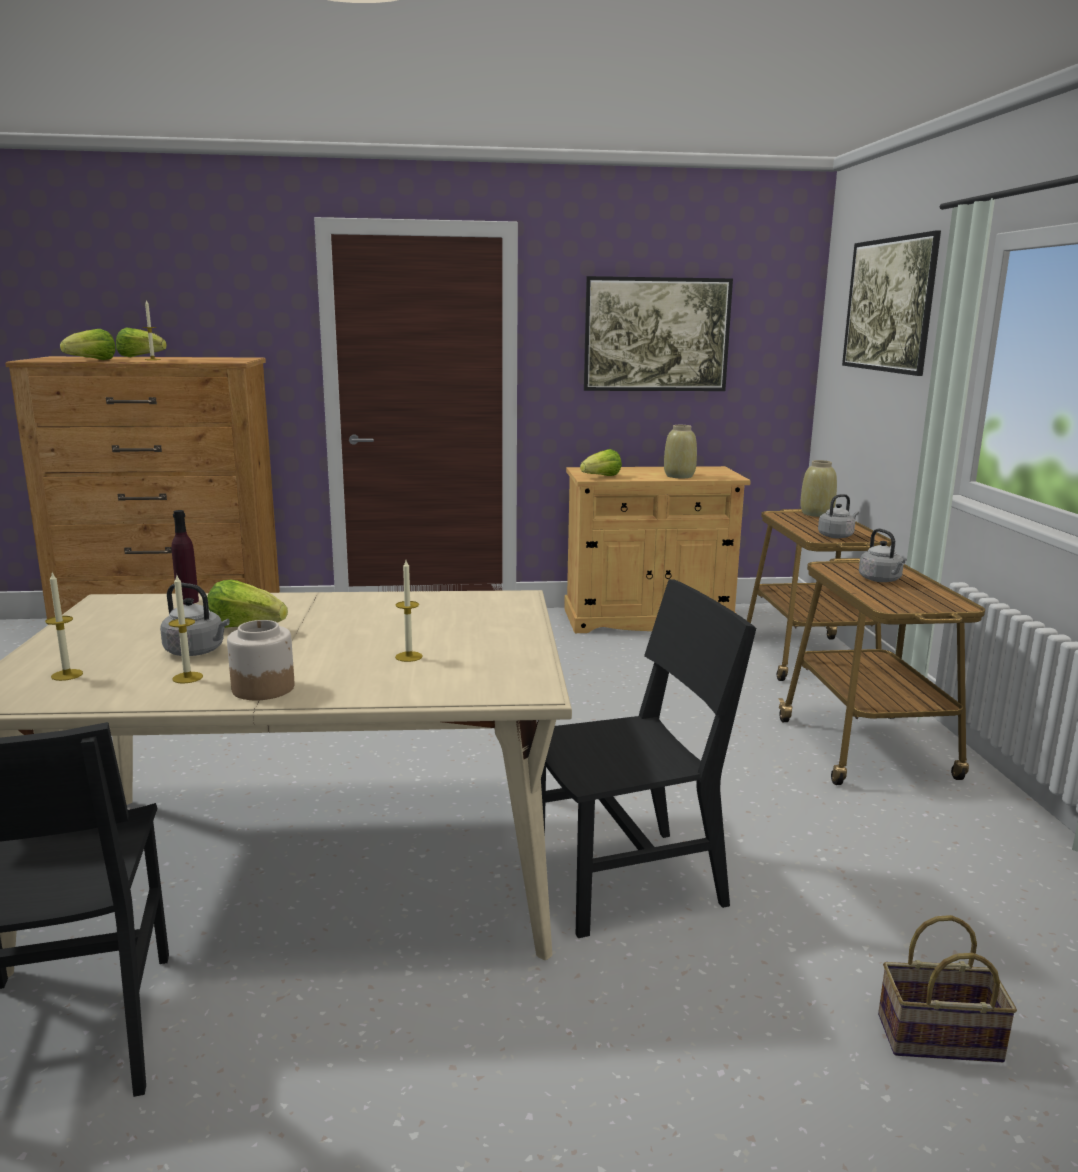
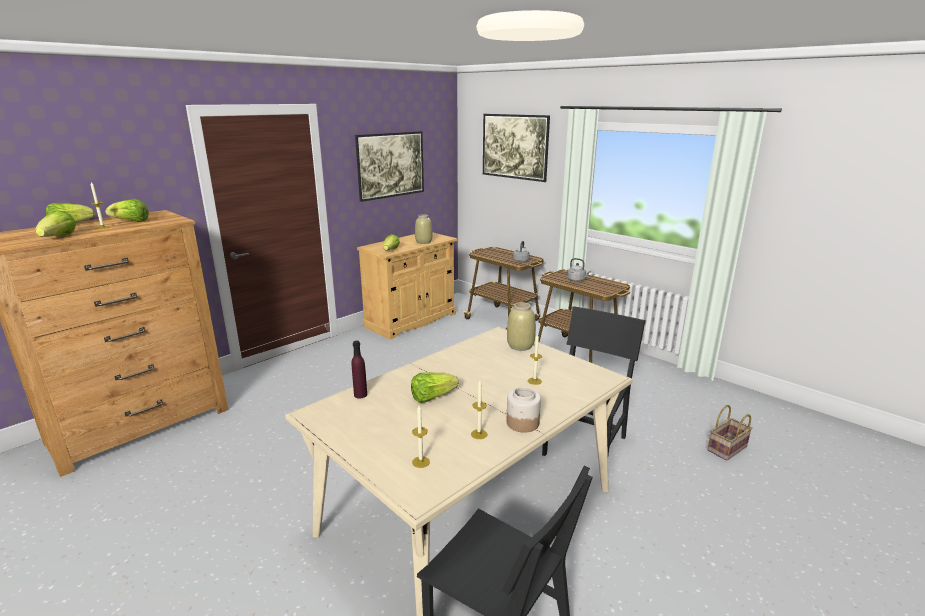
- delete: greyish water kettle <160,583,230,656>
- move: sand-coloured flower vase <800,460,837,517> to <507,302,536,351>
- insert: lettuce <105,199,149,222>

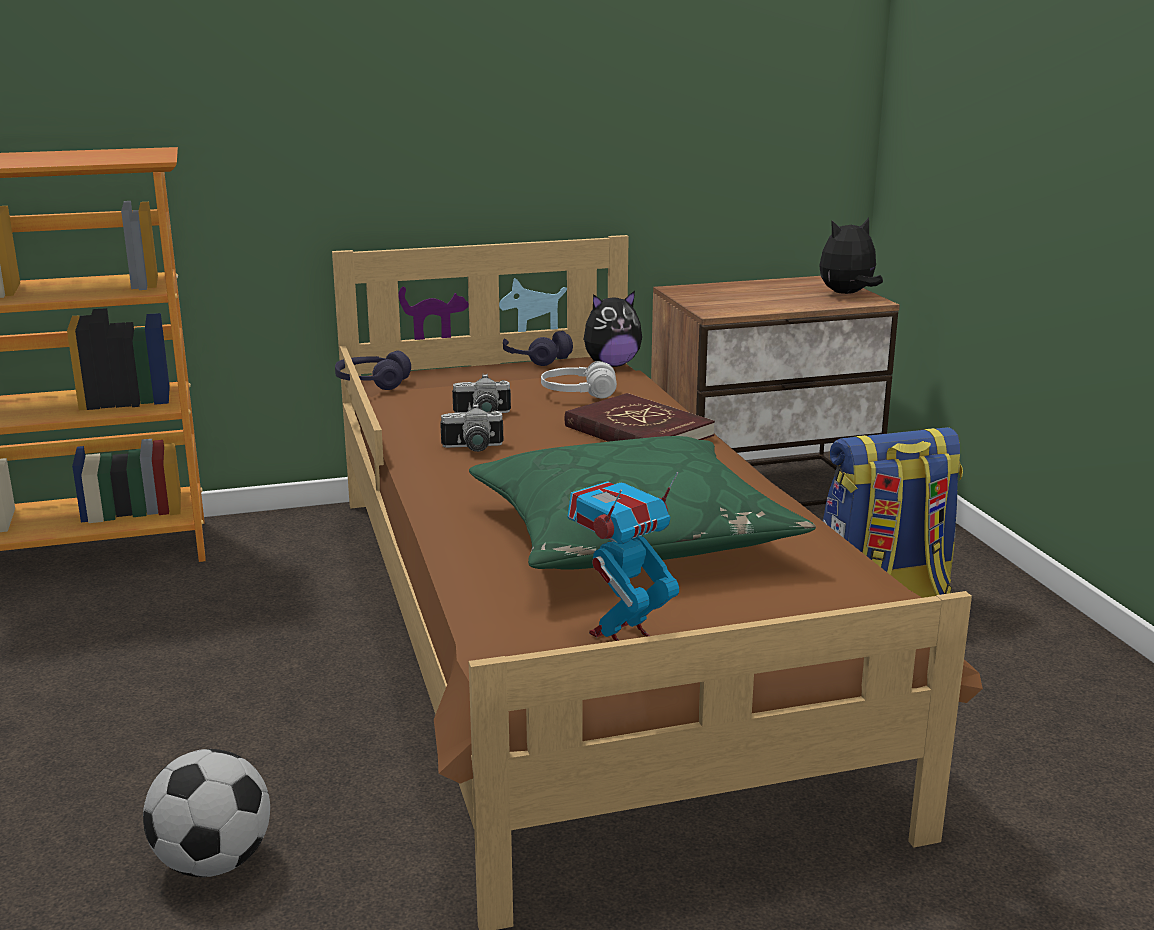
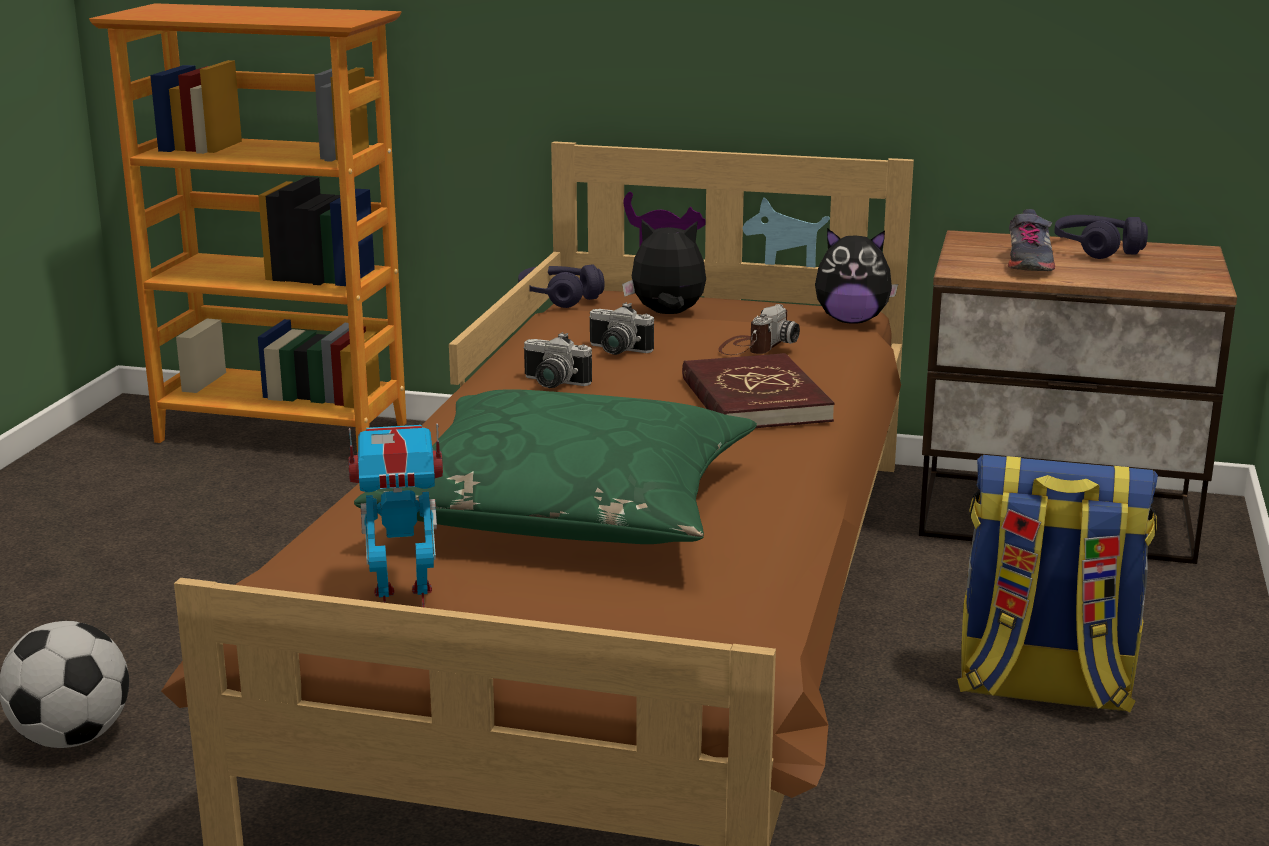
- move: purple headset <503,331,573,366> to <1054,215,1148,259>
- replace: white headset <541,361,617,398> to still camera <718,304,800,355>
- move: soft toy <819,218,883,294> to <622,219,706,314>
- insert: greyish shoe <1008,209,1055,271>

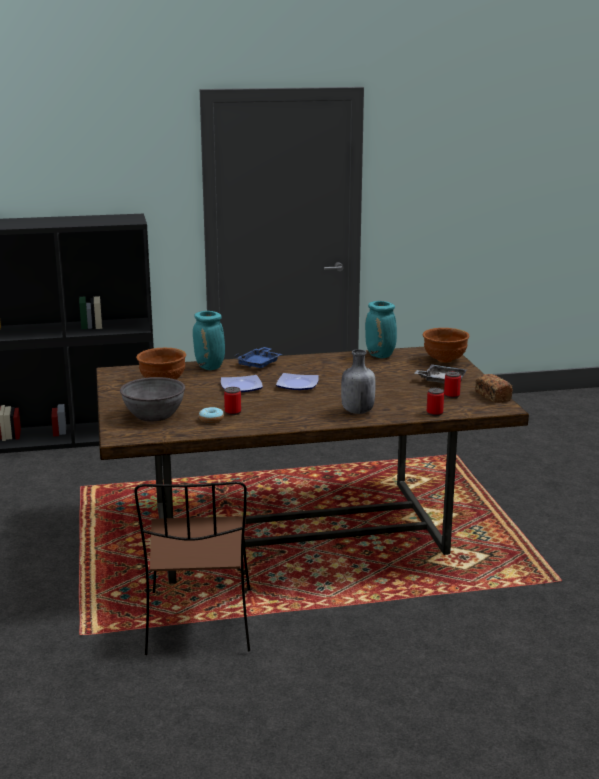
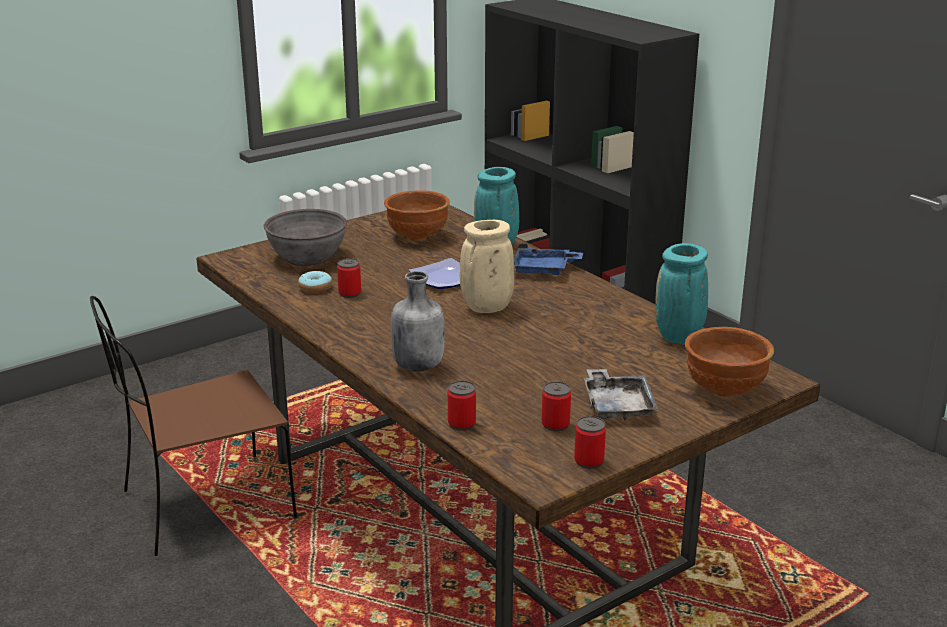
- replace: flat dish <276,373,319,390> to sand-coloured flower vase <460,220,514,313>
- replace: baked bread <475,374,513,403> to sealed can <574,416,606,469>

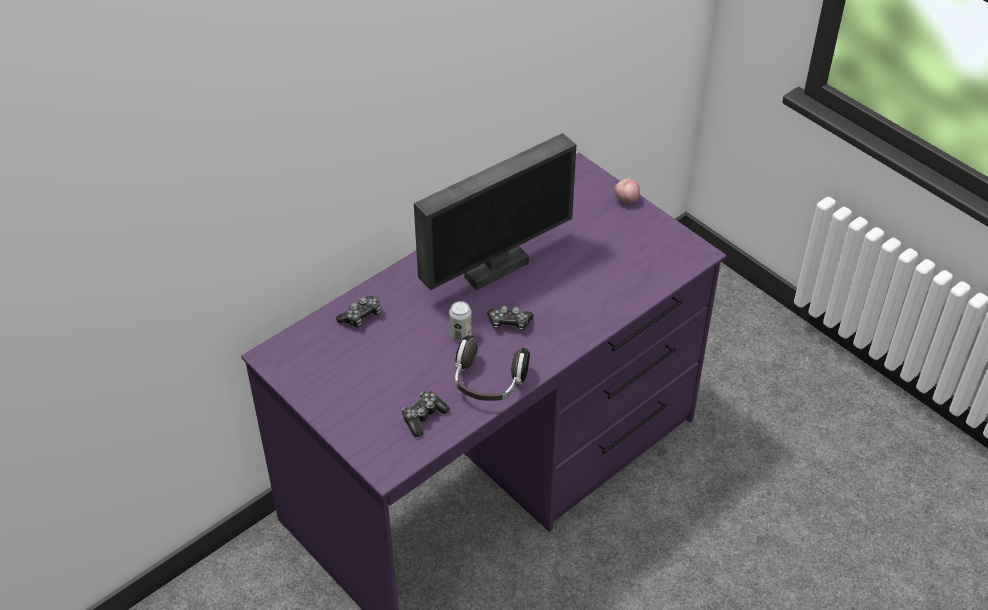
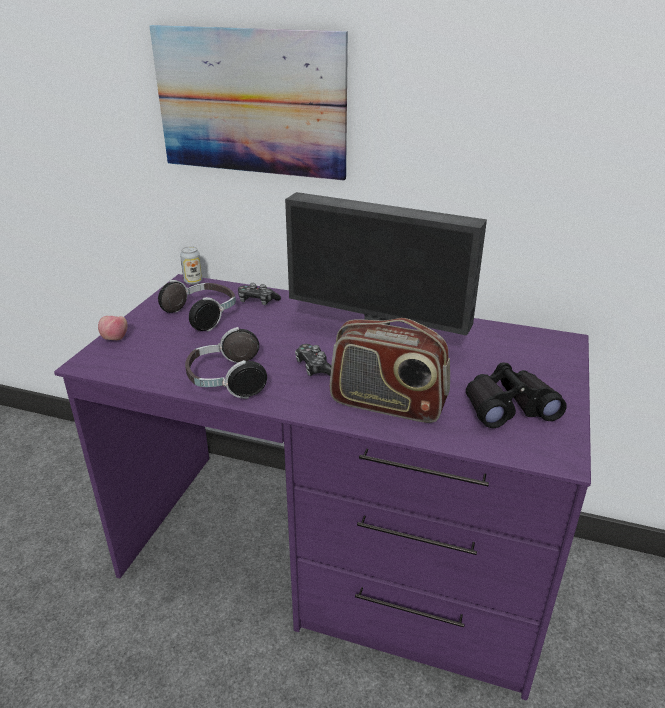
- delete: game controller <402,392,450,437>
- move: sealed can <449,301,472,342> to <180,246,203,285>
- move: apple <614,179,640,204> to <98,316,128,340>
- insert: wall art <149,25,348,180>
- insert: headset <158,280,236,331>
- insert: radio set <330,318,450,423>
- insert: black pair of binoculars <466,362,567,428>

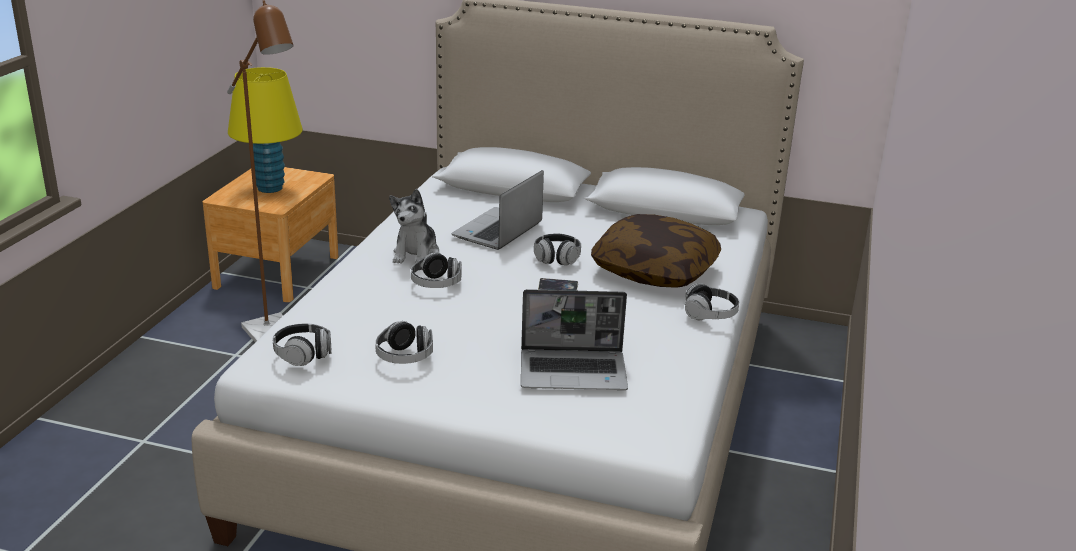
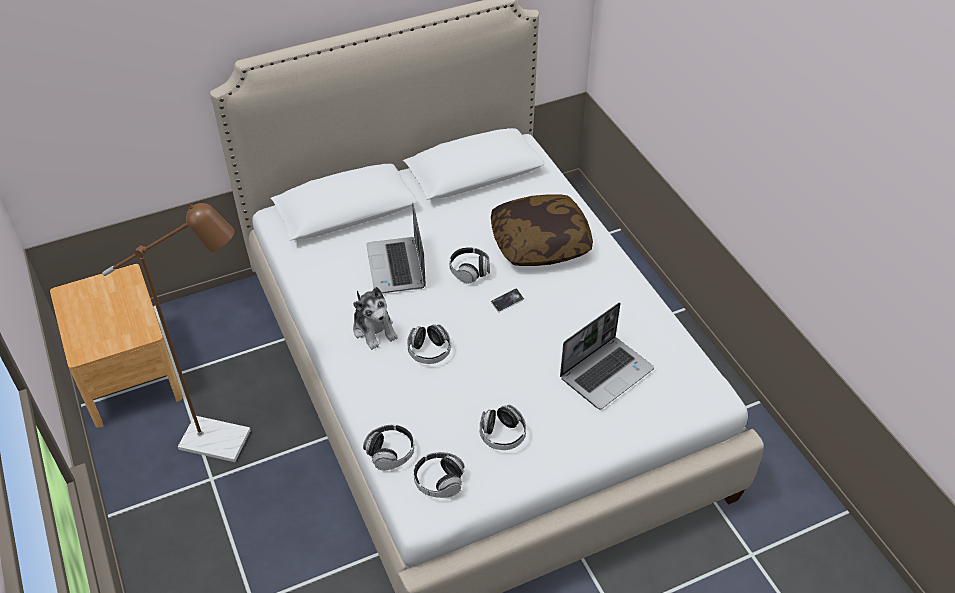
- delete: yellowish lamp for a table <228,67,303,193>
- move: headset <684,283,739,320> to <363,424,414,471>

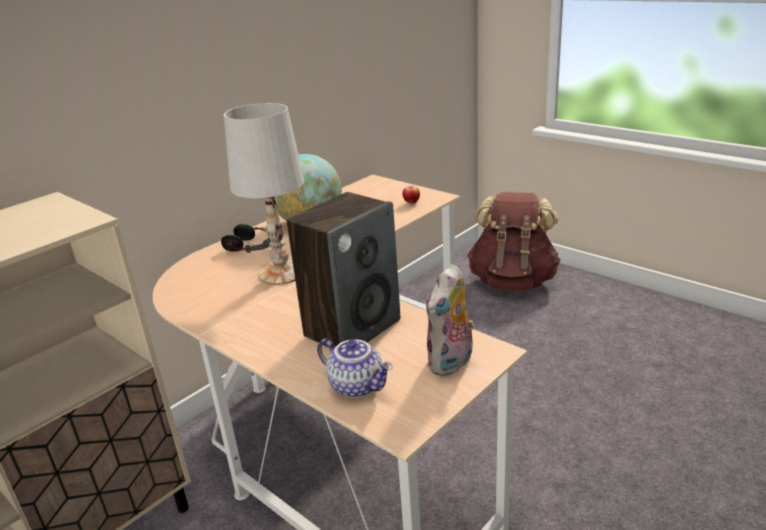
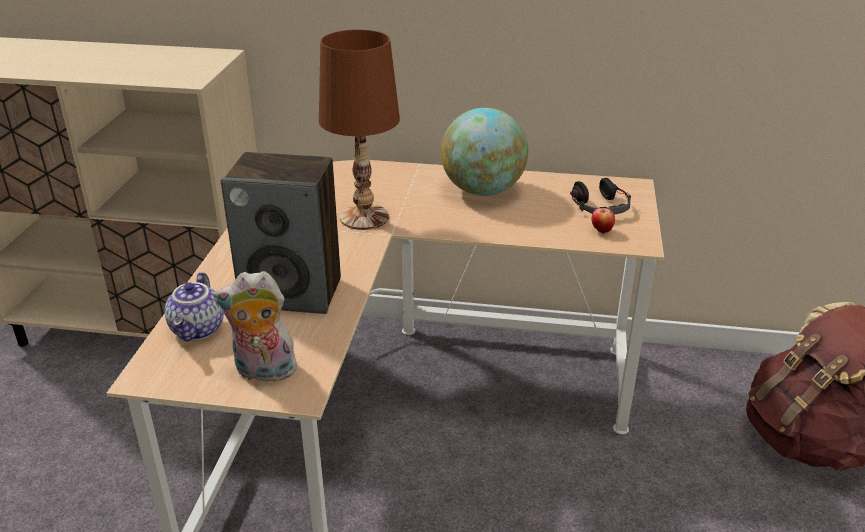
- move: headset <221,224,271,253> to <570,178,631,215>
- recolor: white lamp for a table <224,103,304,285> to brown lamp for a table <319,29,400,230>

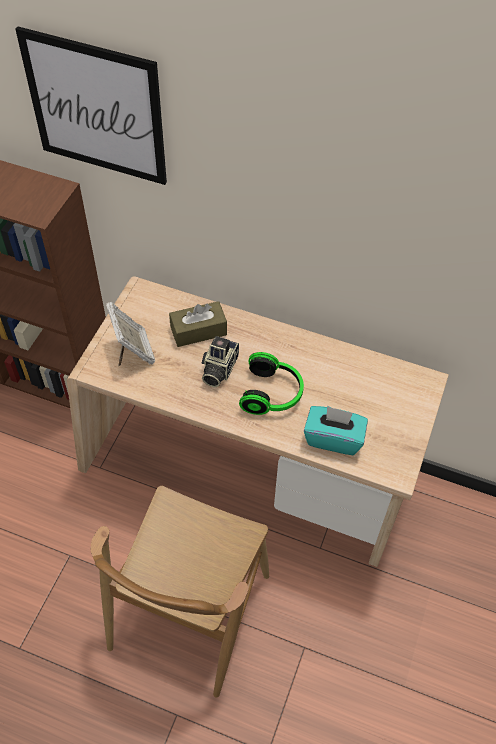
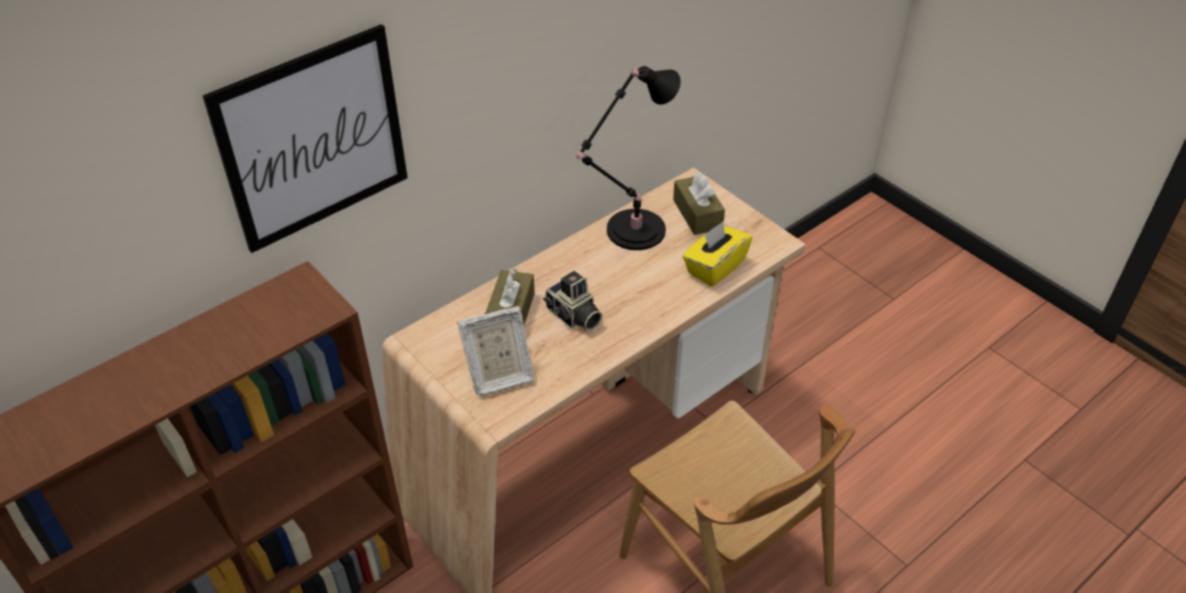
- rotate: photo frame <106,302,155,366> = <457,306,534,396> 150 degrees clockwise
- delete: headset <239,352,304,415>
- recolor: blue-green box of tissues <304,406,368,455> to yellowish box of tissues <682,222,752,287>
- insert: black lamp for a table <576,66,681,250>
- insert: brown box of tissues <673,172,725,235>

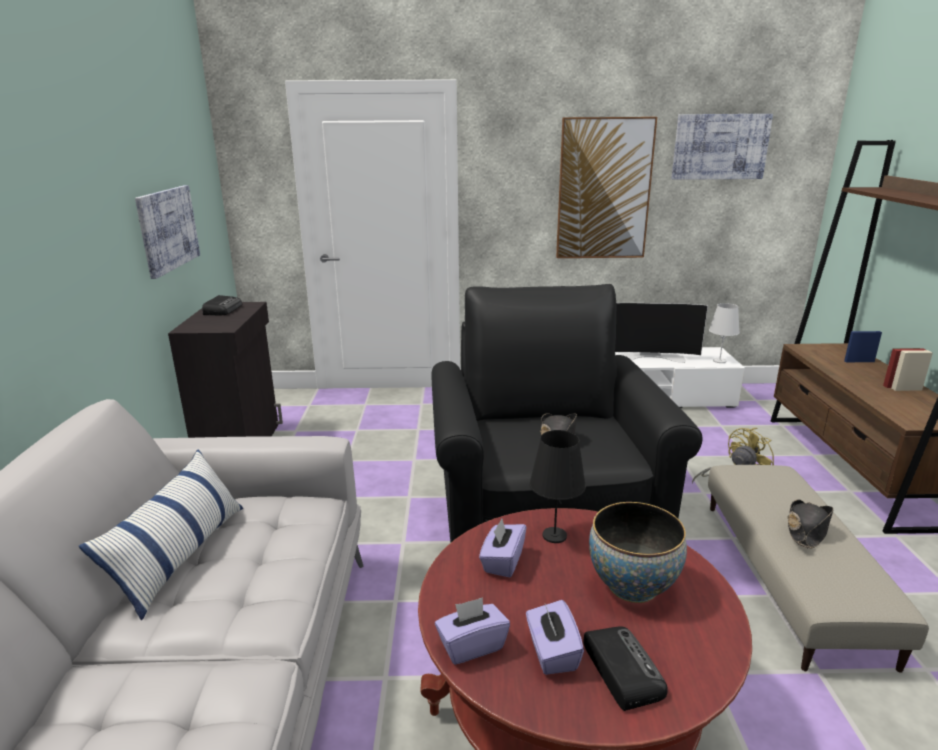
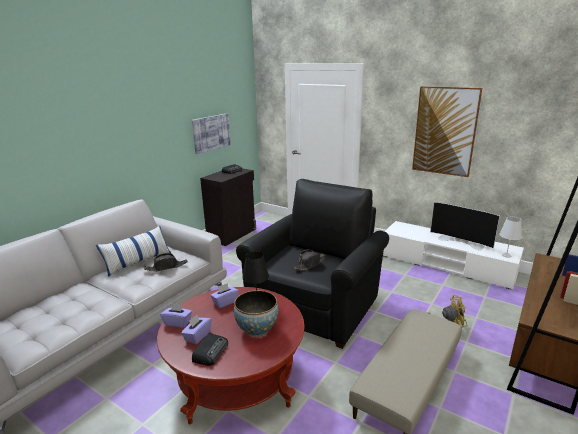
- delete: wall art <672,114,773,180>
- move: black wearable hat <787,499,834,549> to <143,253,188,272>

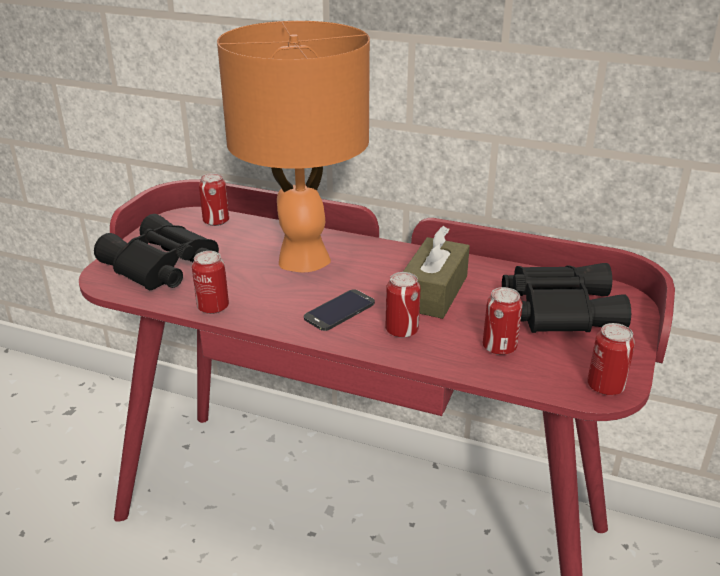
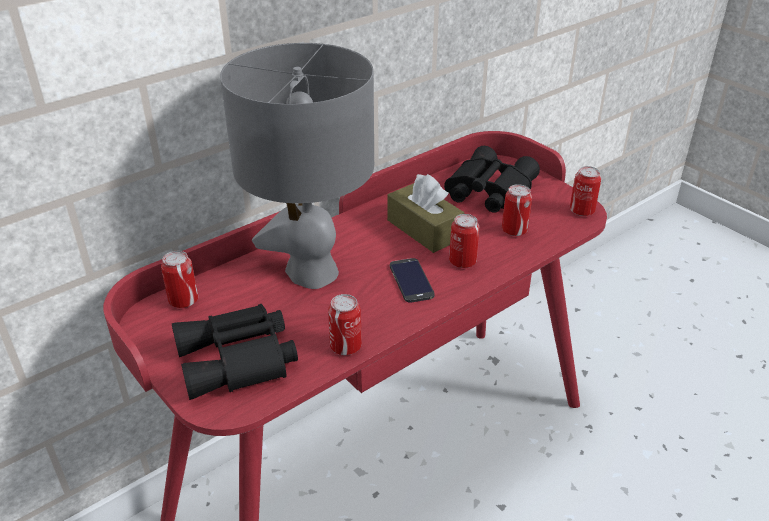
- recolor: orange lamp for a table <217,21,370,272> to greyish lamp for a table <220,43,374,289>

